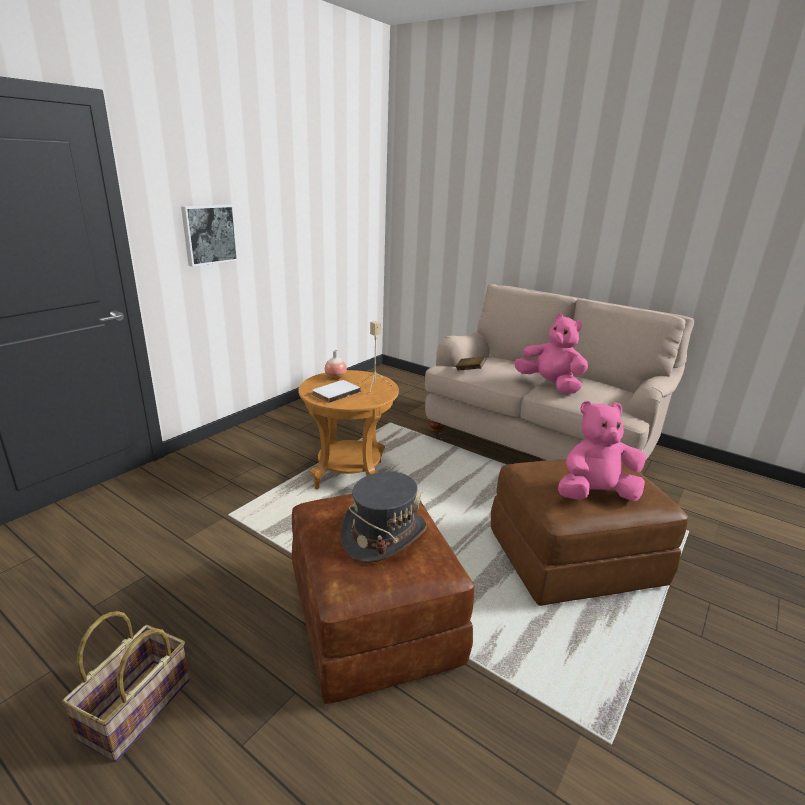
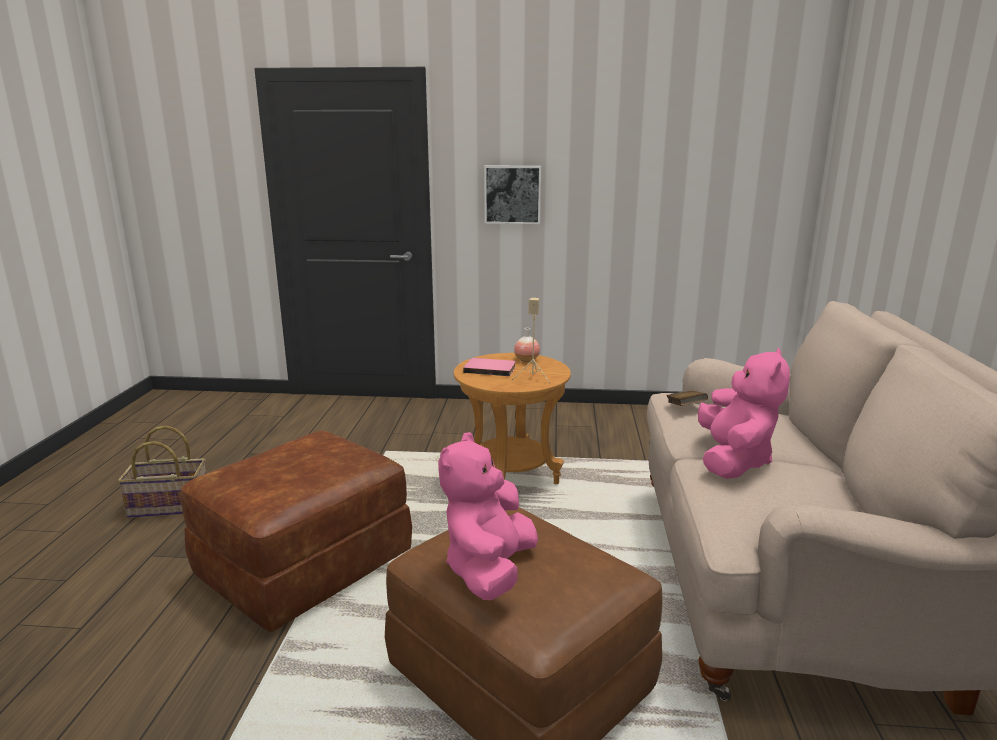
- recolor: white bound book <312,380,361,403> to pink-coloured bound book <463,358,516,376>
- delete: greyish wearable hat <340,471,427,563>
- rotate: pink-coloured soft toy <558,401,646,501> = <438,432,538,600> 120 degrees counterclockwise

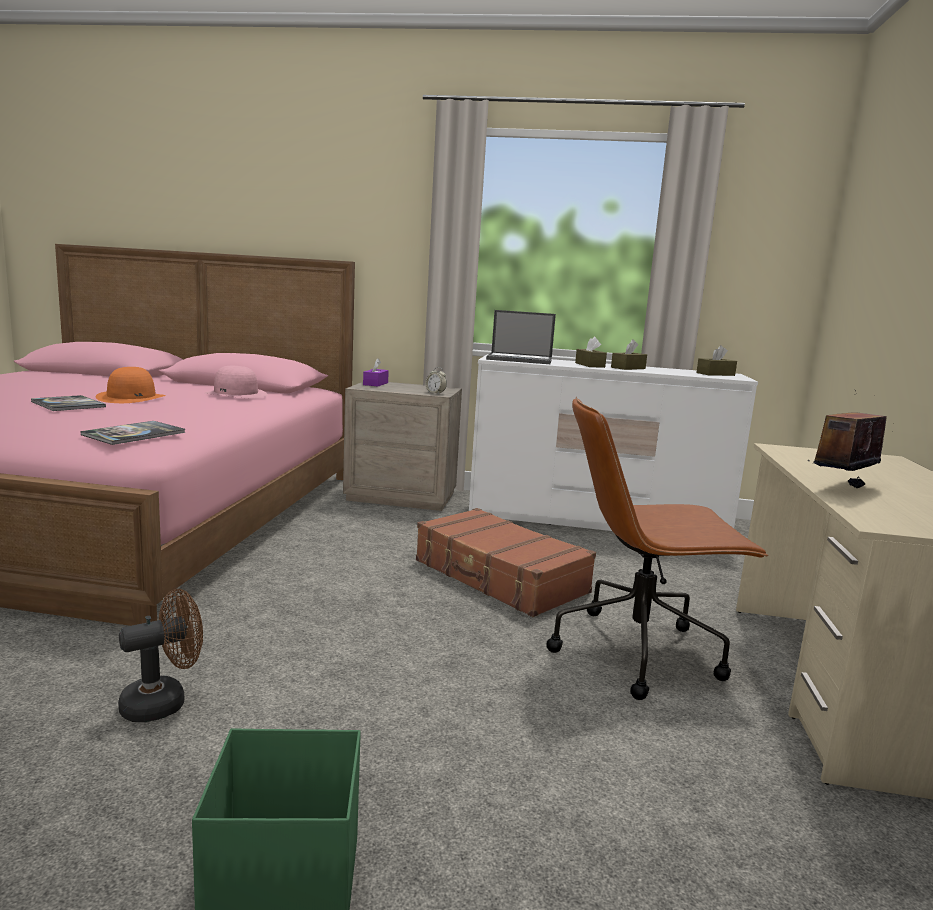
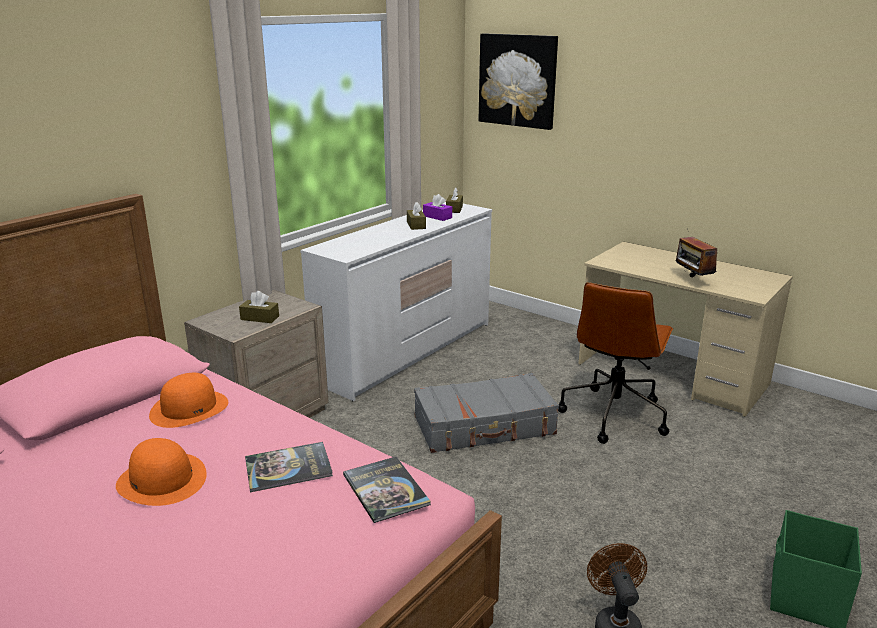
- move: bound book <30,395,106,411> to <245,442,333,492>
- recolor: pink-coloured wearable hat <205,366,268,398> to orange wearable hat <149,373,228,428>
- move: purple box of tissues <363,358,389,386> to <423,194,452,221>
- recolor: brown travel case <416,508,596,617> to greyish travel case <414,373,559,453>
- delete: alarm clock <425,367,447,394>
- delete: notebook computer <486,310,556,364>
- move: brown box of tissues <575,337,607,368> to <239,291,279,323>
- insert: wall art <479,33,558,130>

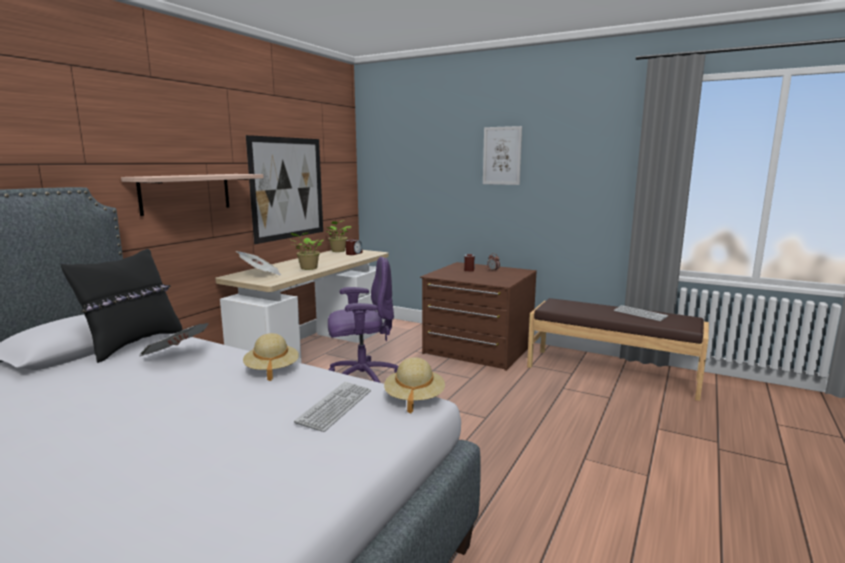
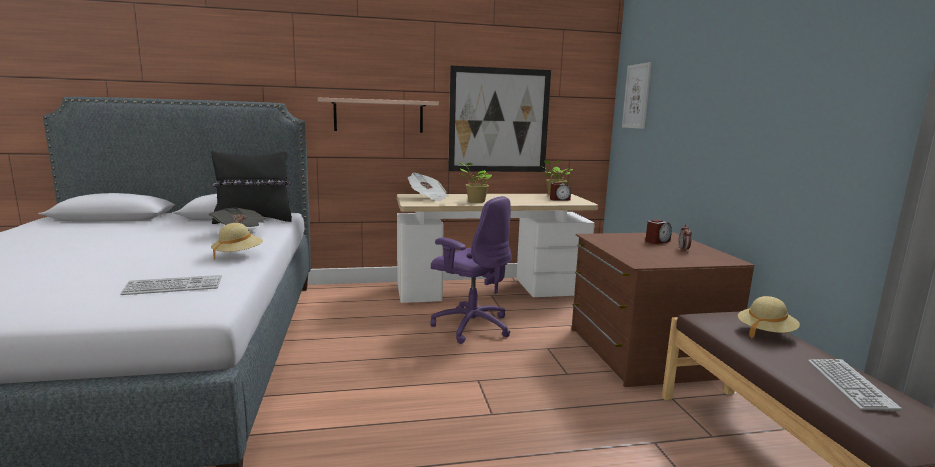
- move: sand-coloured wearable hat <384,357,445,413> to <738,296,800,338>
- move: wall art <483,126,522,185> to <622,62,652,129>

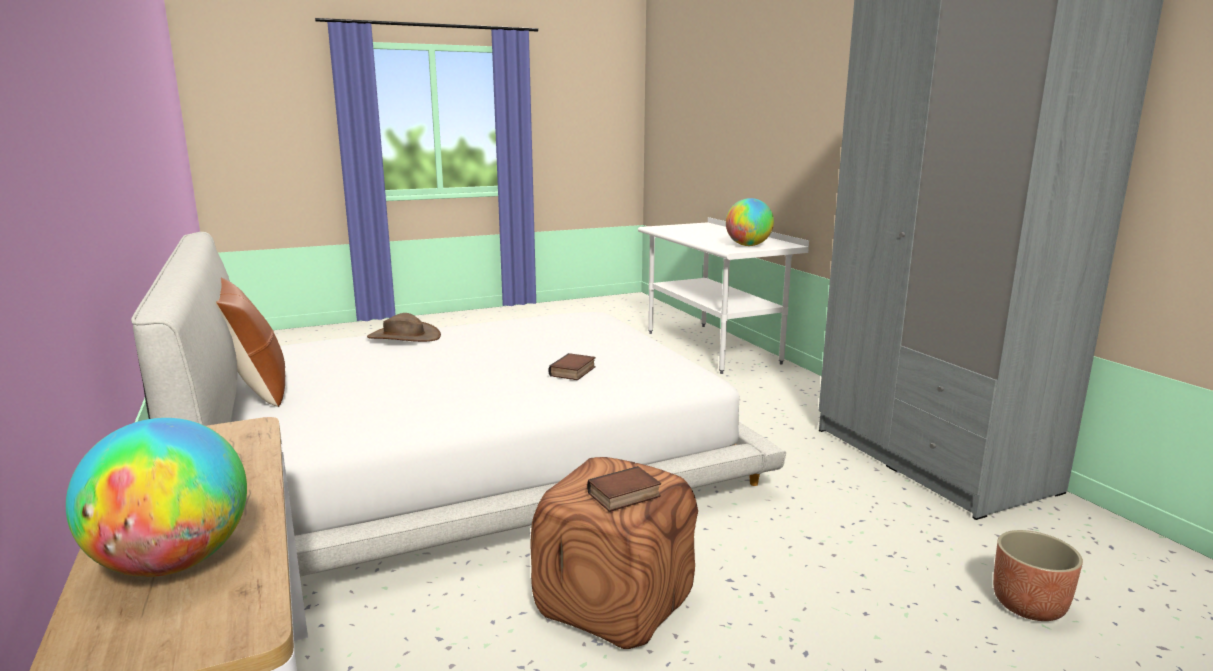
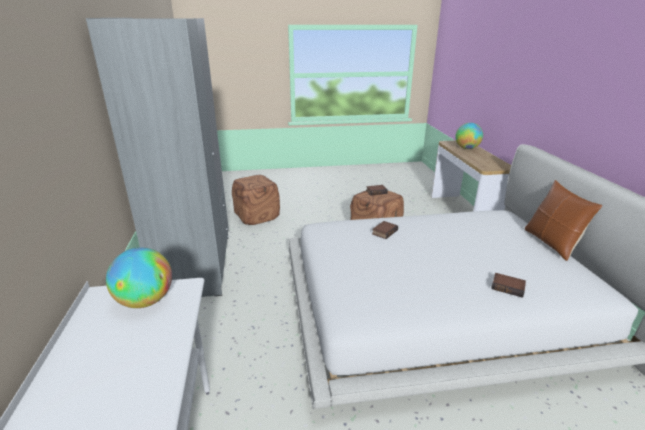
- replace: brown wearable hat <367,313,441,342> to bound book <491,273,526,298>
- replace: planter <993,530,1083,621> to brown pouffe <232,175,280,225>

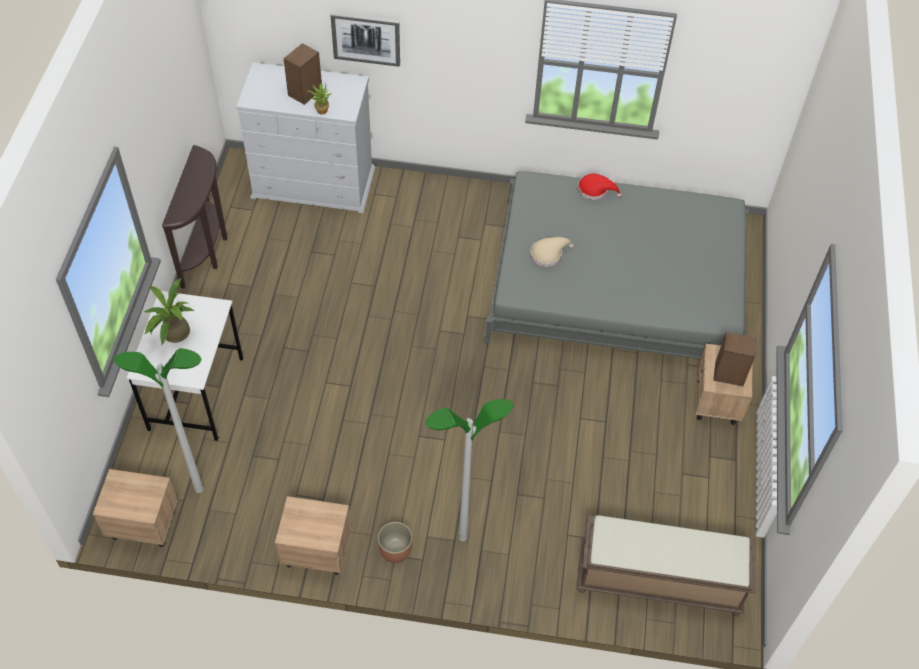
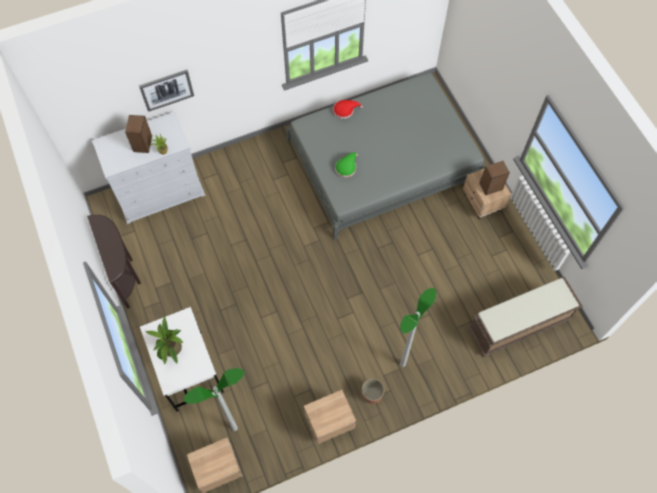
- recolor: sand-coloured wearable hat <530,237,574,267> to green-coloured wearable hat <335,152,358,178>

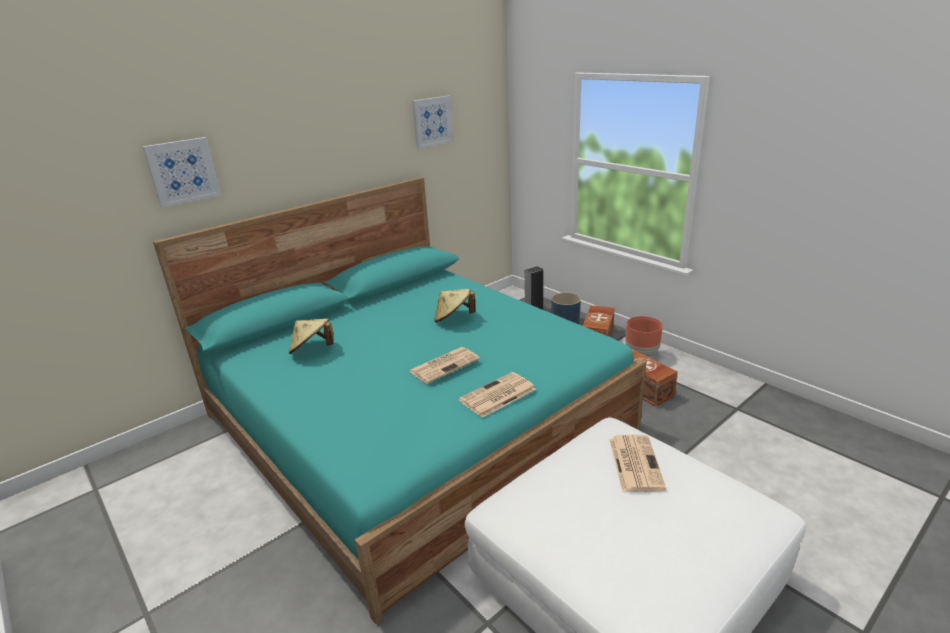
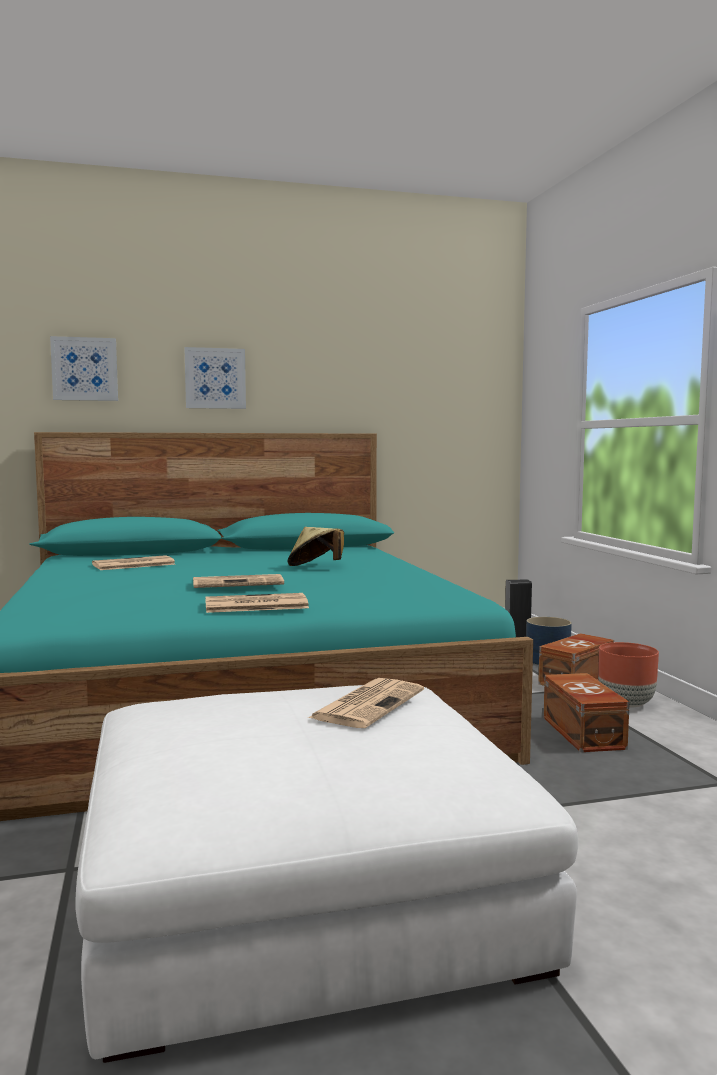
- replace: sand-coloured wearable hat <289,318,333,354> to daily paper <92,555,176,570>
- move: wall art <412,96,454,149> to <184,347,246,409>

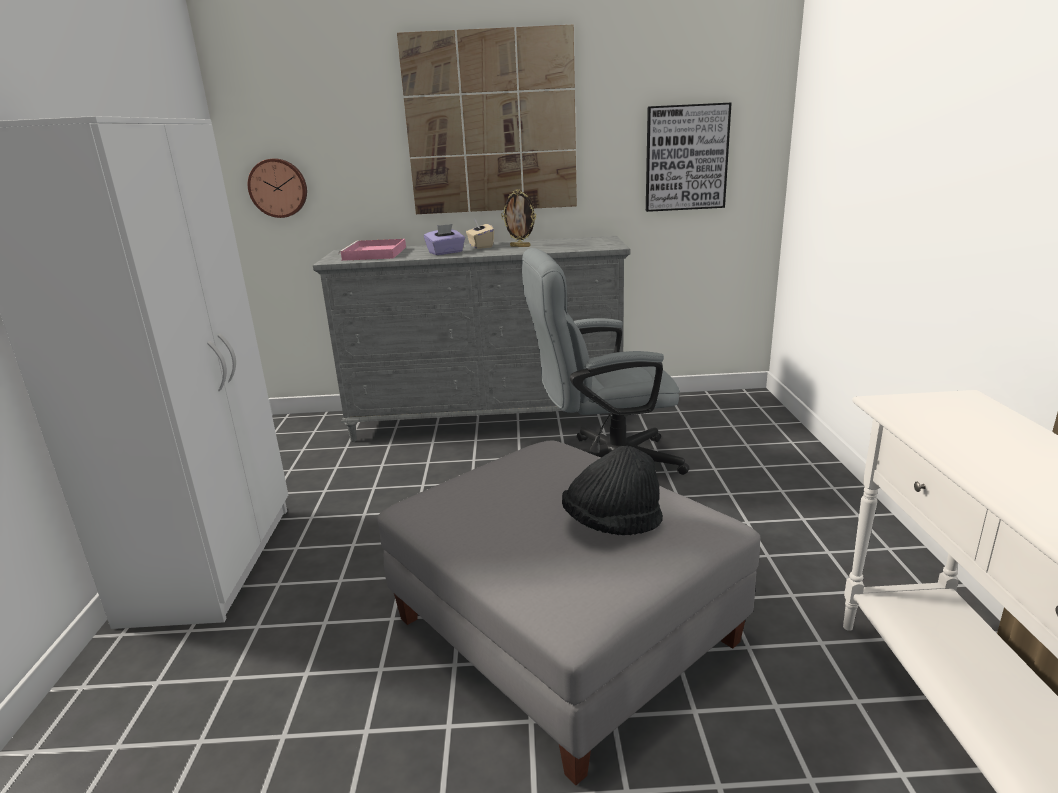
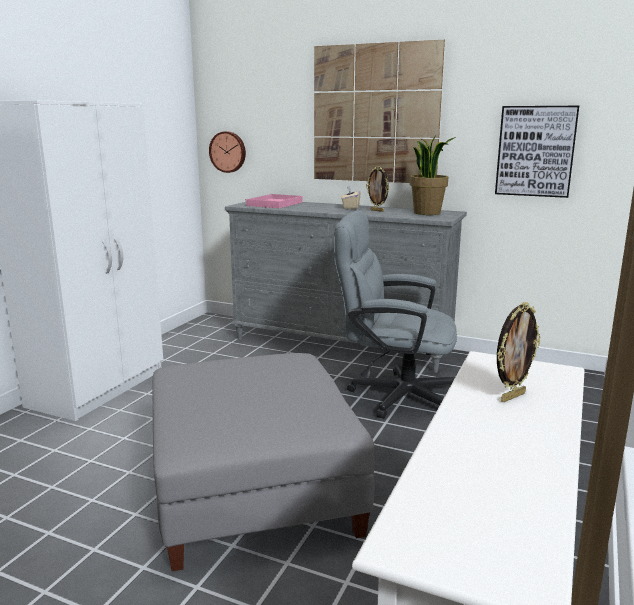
- delete: purple box of tissues <424,224,465,255>
- delete: black wearable hat <562,446,663,535>
- insert: houseplant <410,136,456,215>
- insert: photo frame <497,302,540,402>

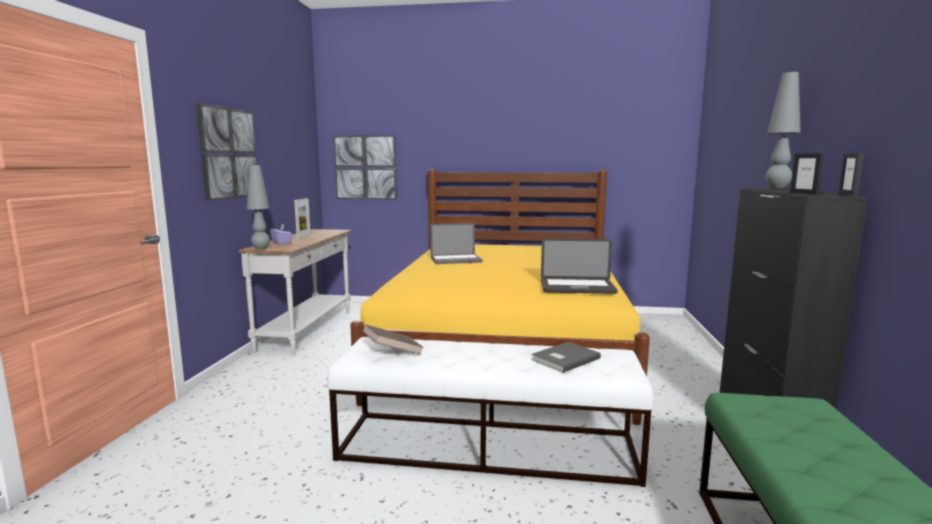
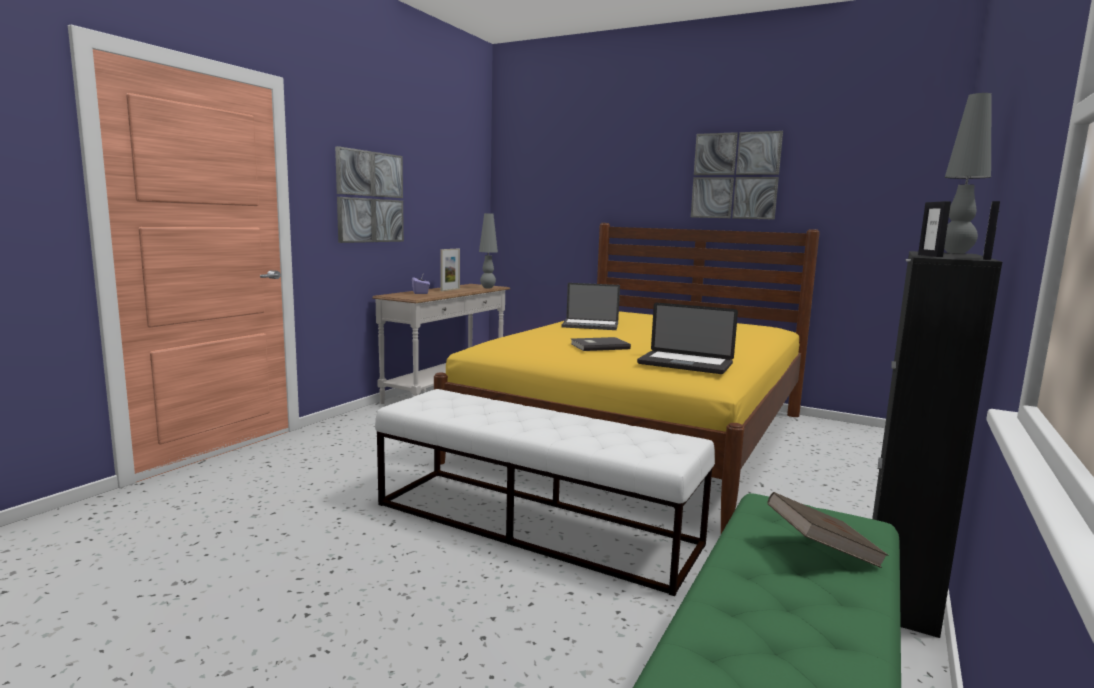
- move: greyish lamp for a table <247,165,270,249> to <479,213,498,288>
- move: wall art <334,135,397,199> to <691,131,783,220>
- move: brown bound book <363,324,424,355> to <767,492,888,568>
- move: greyish bound book <531,342,601,373> to <570,337,631,351>

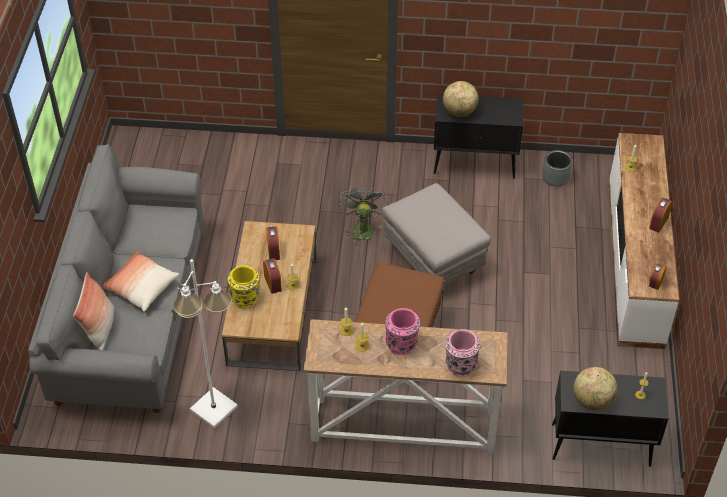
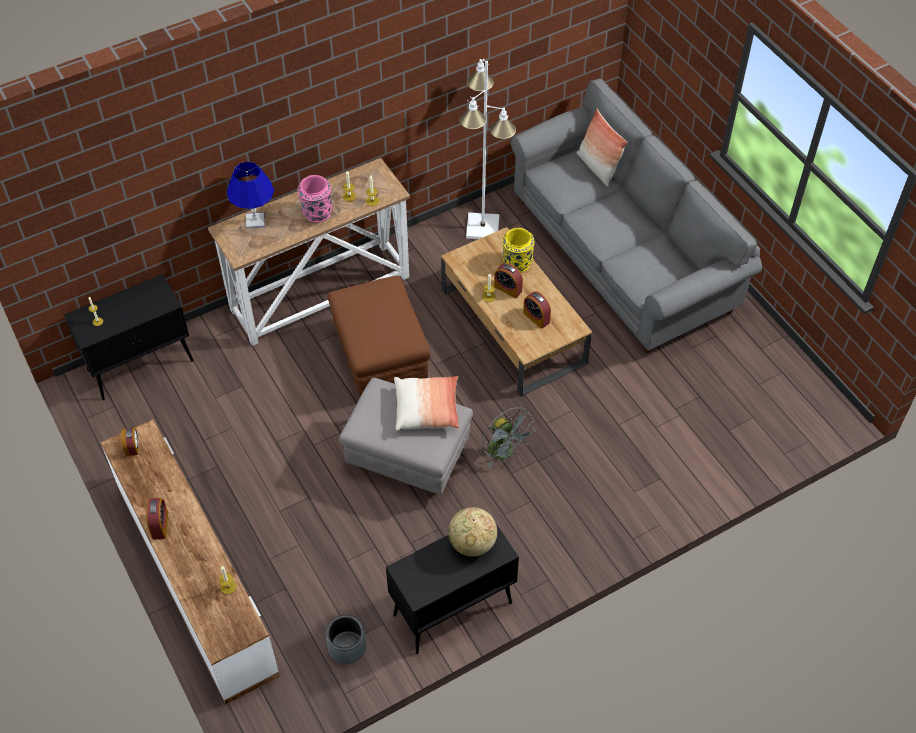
- move: pillow <103,251,179,312> to <394,376,459,431>
- replace: pink-coloured flower vase <446,329,480,377> to bluish lamp for a table <227,162,274,229>
- delete: globe <574,367,617,411>

